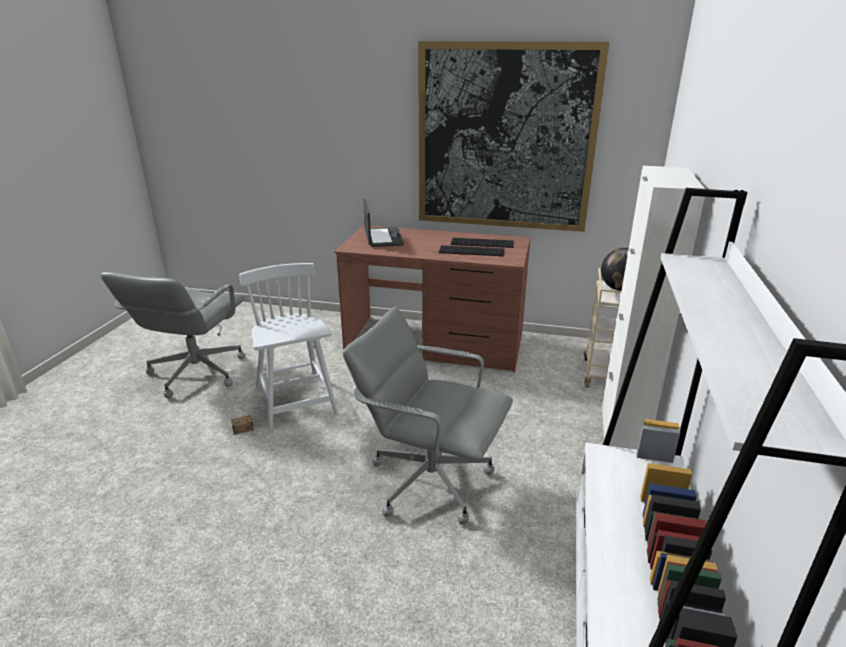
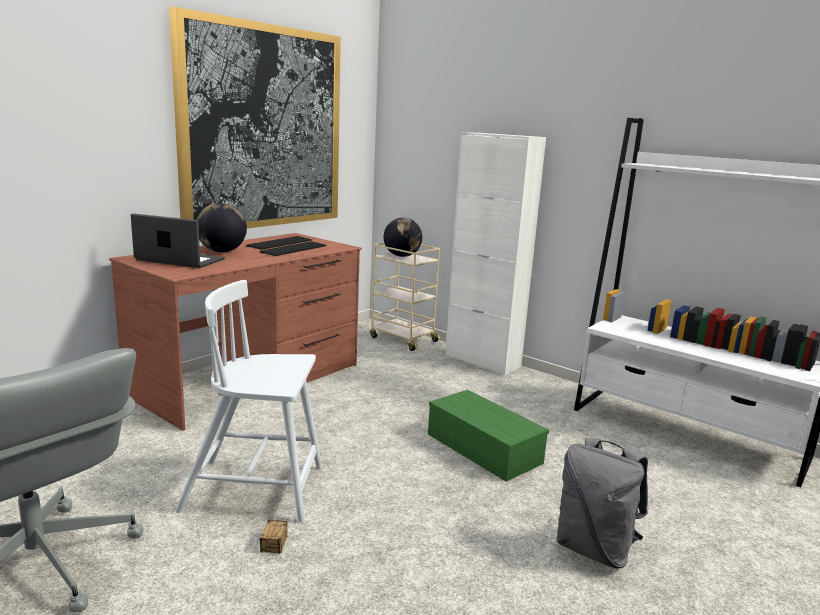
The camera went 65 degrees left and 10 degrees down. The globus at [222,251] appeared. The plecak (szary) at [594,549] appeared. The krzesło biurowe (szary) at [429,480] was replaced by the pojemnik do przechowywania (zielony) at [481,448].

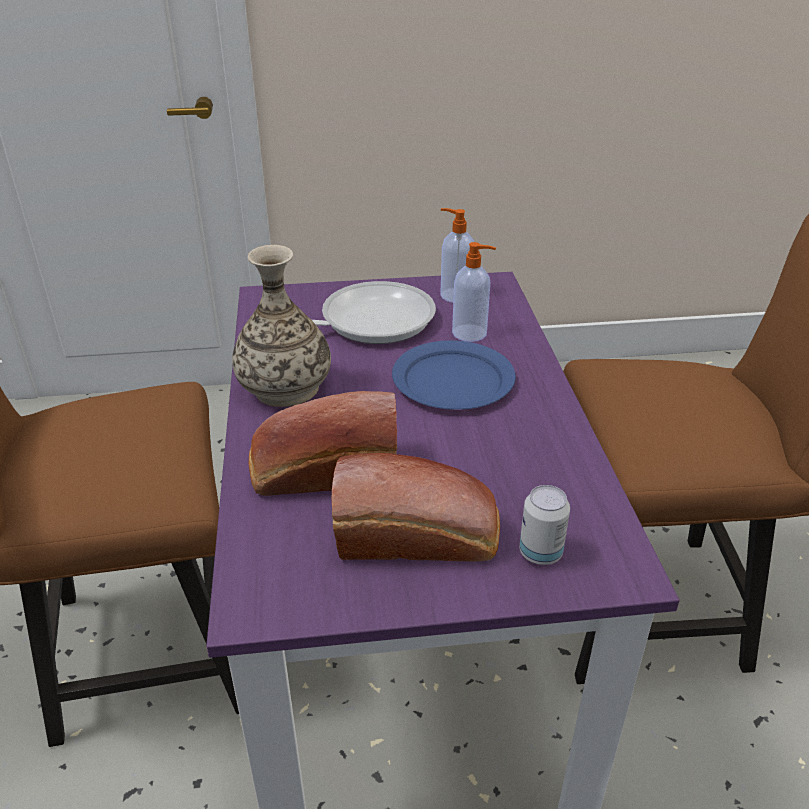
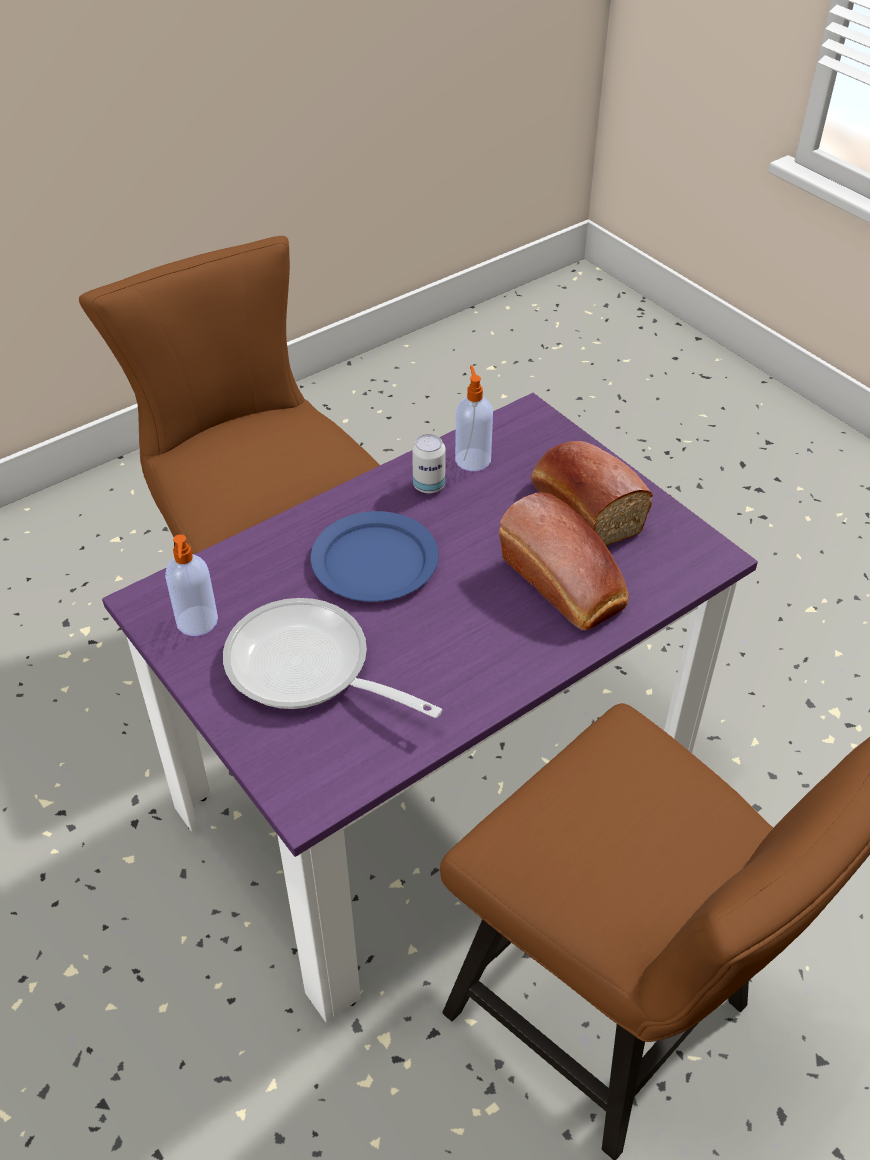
The camera went 120 degrees left and 10 degrees up. The wazon at [285,388] disappeared. The dozownik mydła moved from [471,333] to [472,459]. The puszka moved from [540,553] to [429,486].

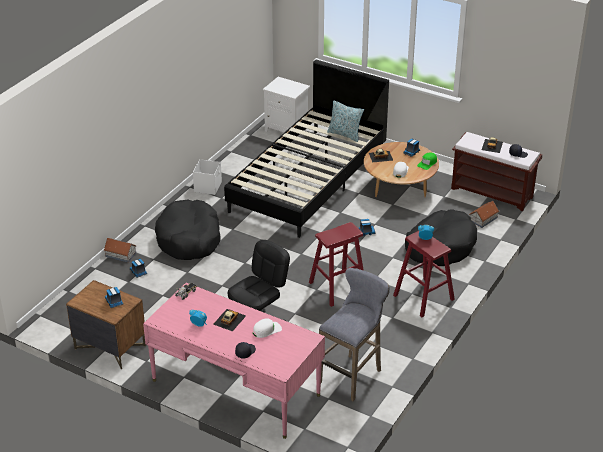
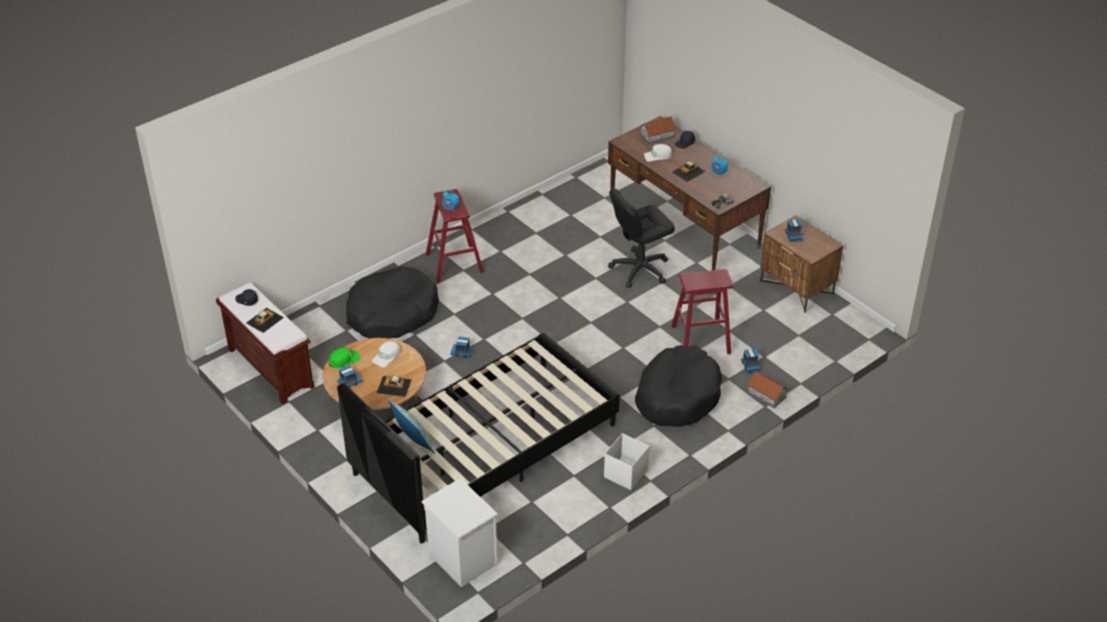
The camera went 160 degrees left and 5 degrees up. The stołek (szary) at [352,375] disappeared. The stołek (czerwony) moved from [337,287] to [701,339]. The domek moved from [483,219] to [657,136]. The biurko (różowy) at [235,388] became the biurko (brązowy) at [684,224].

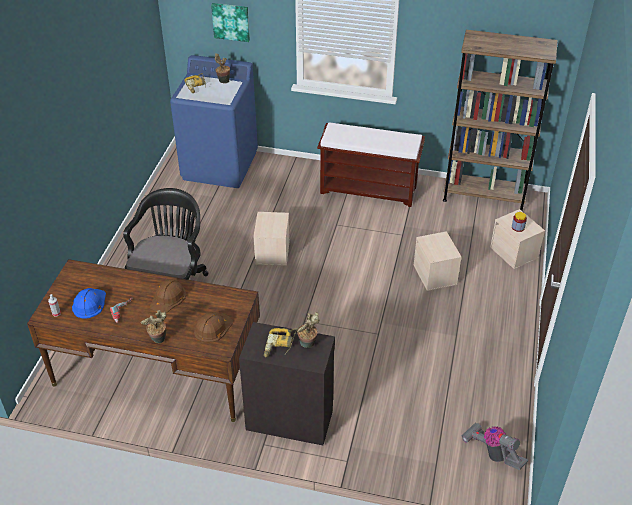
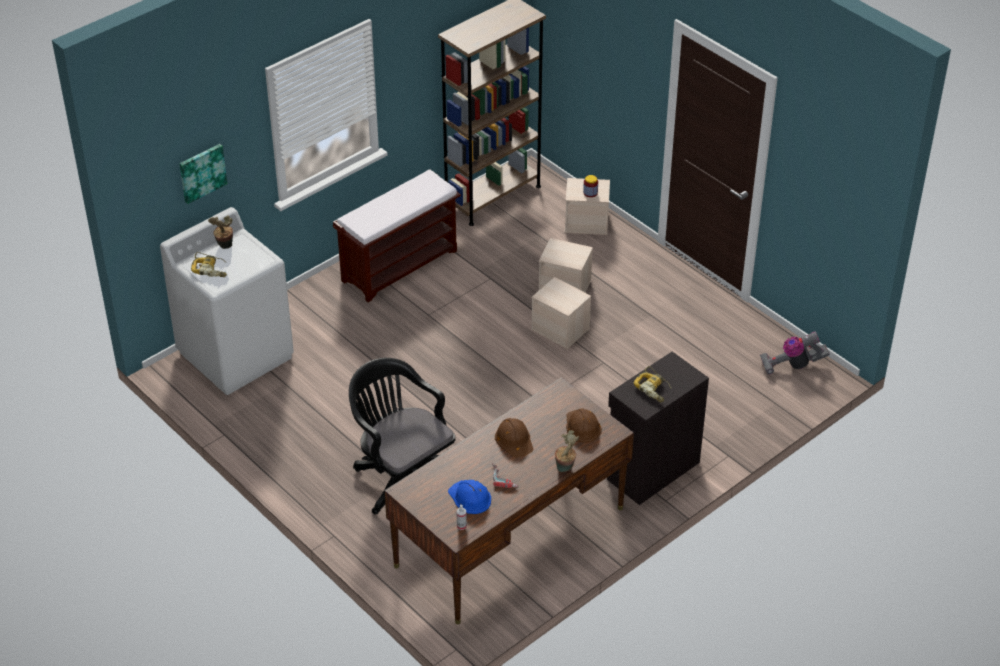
The camera went 55 degrees left and 0 degrees up. The roślina doniczkowa at [308,345] disappeared. The pojemnik do przechowywania (beżowy) moved from [273,252] to [561,329]. The pralka (niebieski) at [220,166] became the pralka (biały) at [236,354].

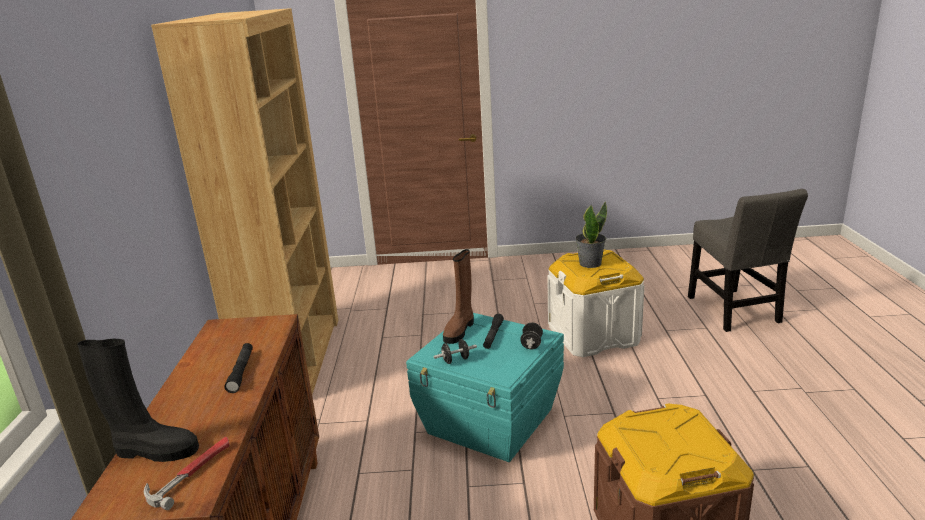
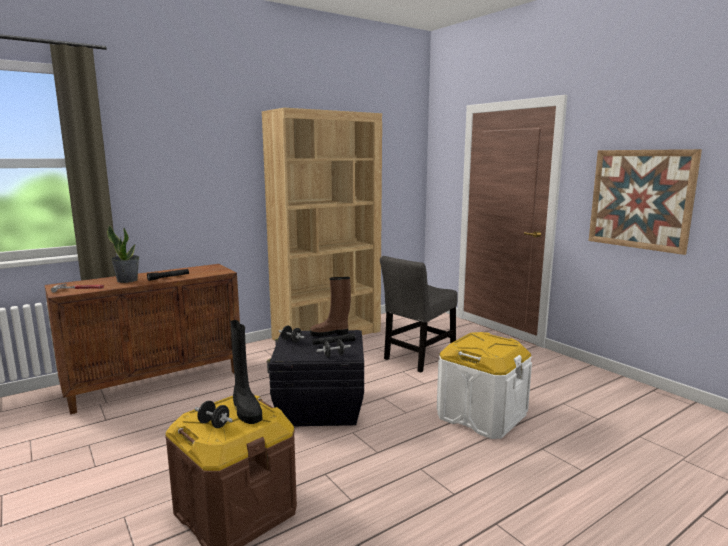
The camera went 55 degrees right and 10 degrees down. The hantel (czarny) at [214,424] appeared. The obraz at [640,199] appeared. The but z cholewką (czarny) moved from [154,451] to [245,409]. The roślina doniczkowa moved from [590,263] to [127,280]. The krzesło (szary) moved from [734,312] to [418,358]. The pojemnik do przechowywania (turkusowy) at [491,422] became the pojemnik do przechowywania (czarny) at [319,408].

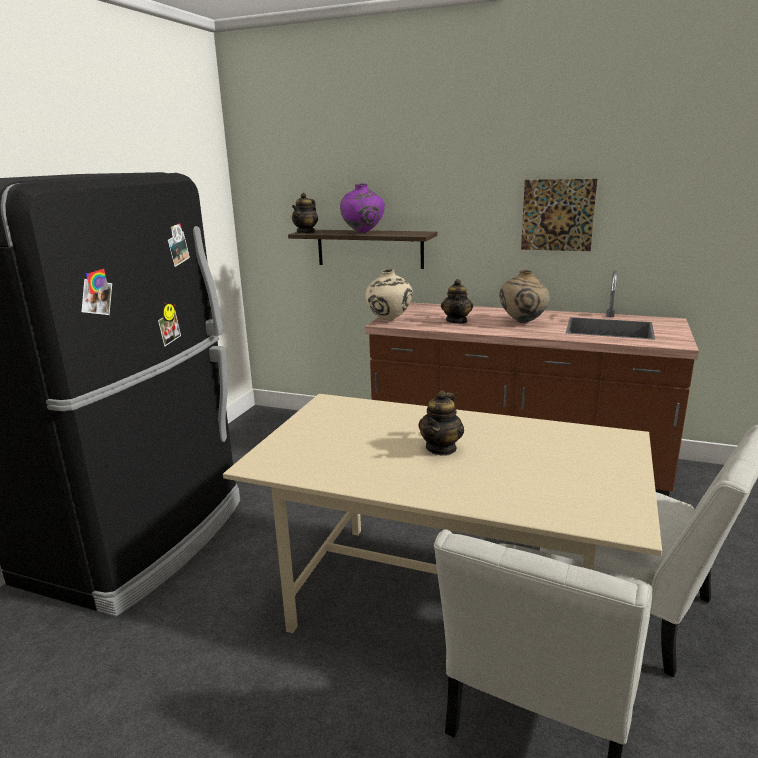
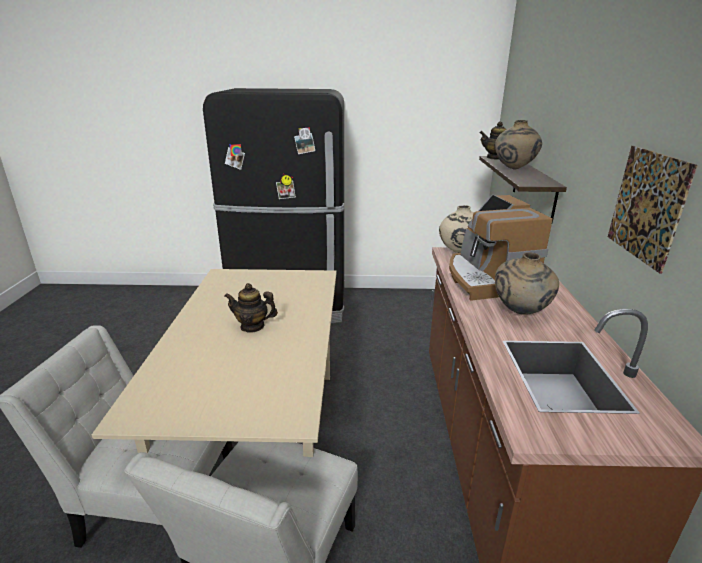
The camera went 70 degrees right and 5 degrees up. The imbryk at [457,321] was replaced by the ekspres do kawy at [487,279]. The wazon (fioletowy) at [363,233] became the wazon (beżowy) at [514,169].

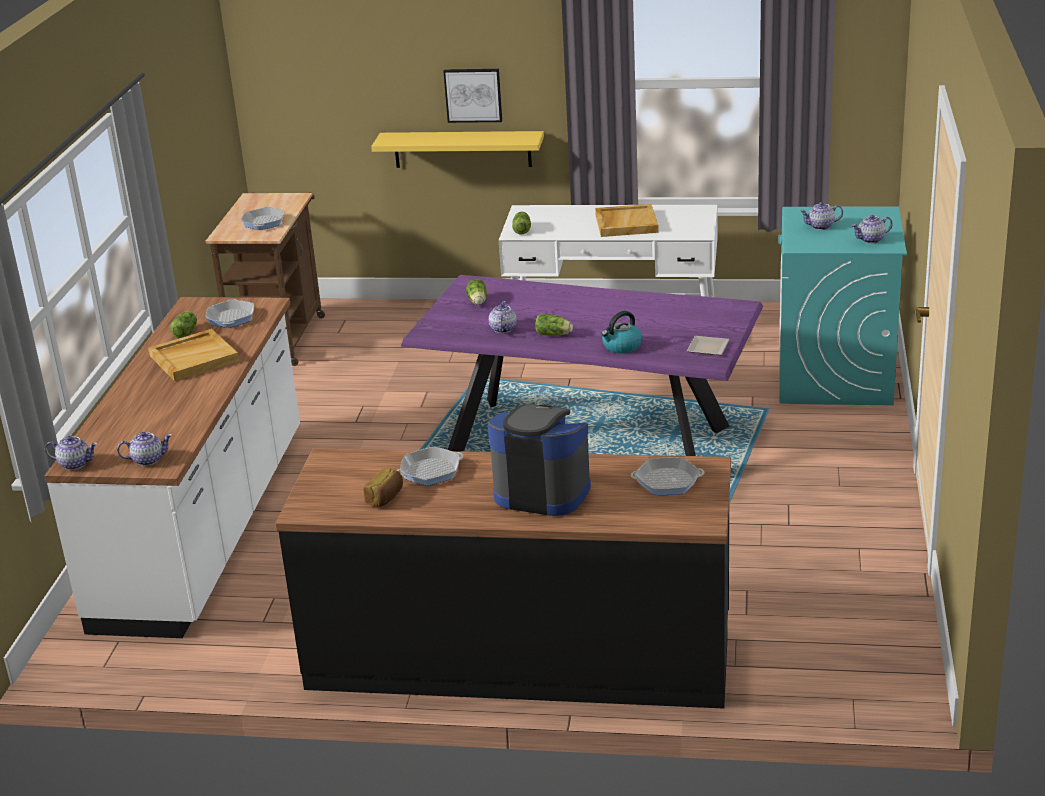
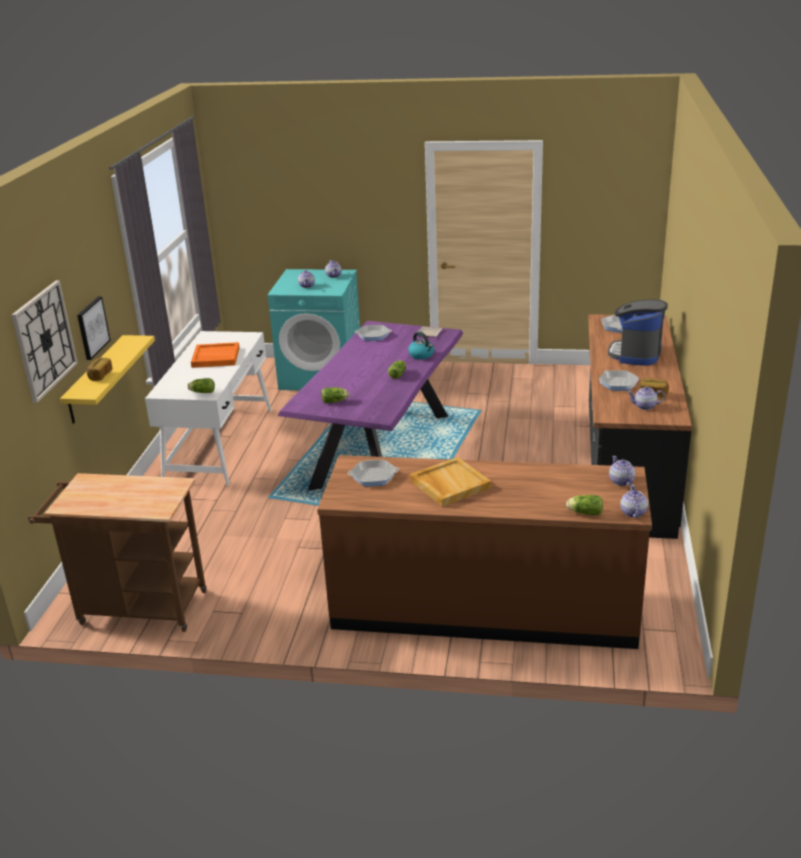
The camera went 90 degrees left and 0 degrees up. The zegar ścienny at [44,340] appeared. The chleb at [100,376] appeared. The sałata moved from [187,332] to [584,512]. The patelnia moved from [263,222] to [373,335]. The imbryk moved from [502,329] to [644,406]. The zabudowa kuchenna (biały) at [206,528] became the zabudowa kuchenna (brązowy) at [484,607]. The taca (beżowy) at [625,223] became the taca (pomarańczowy) at [215,357].

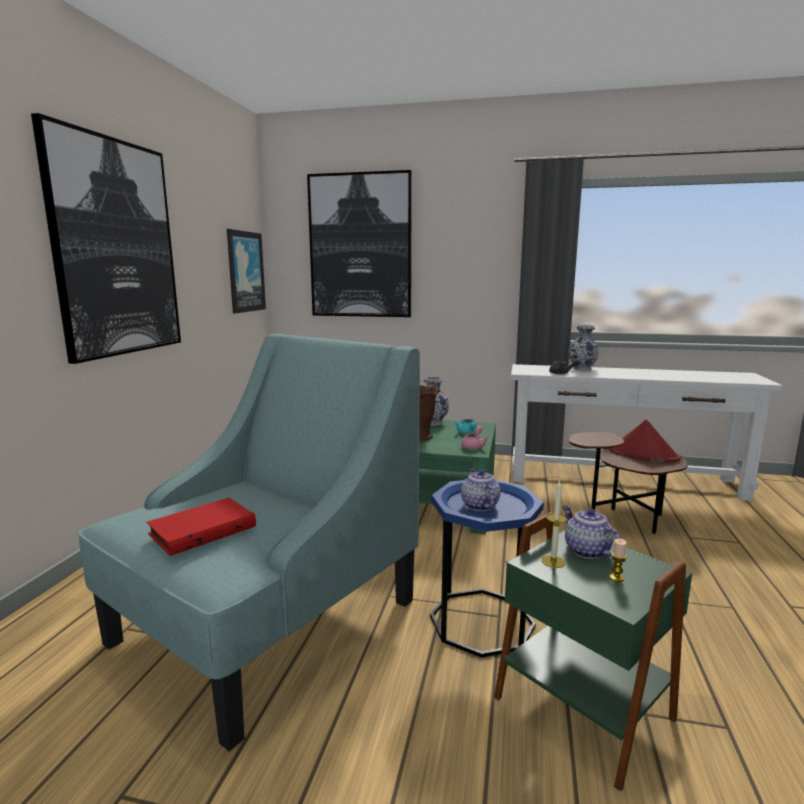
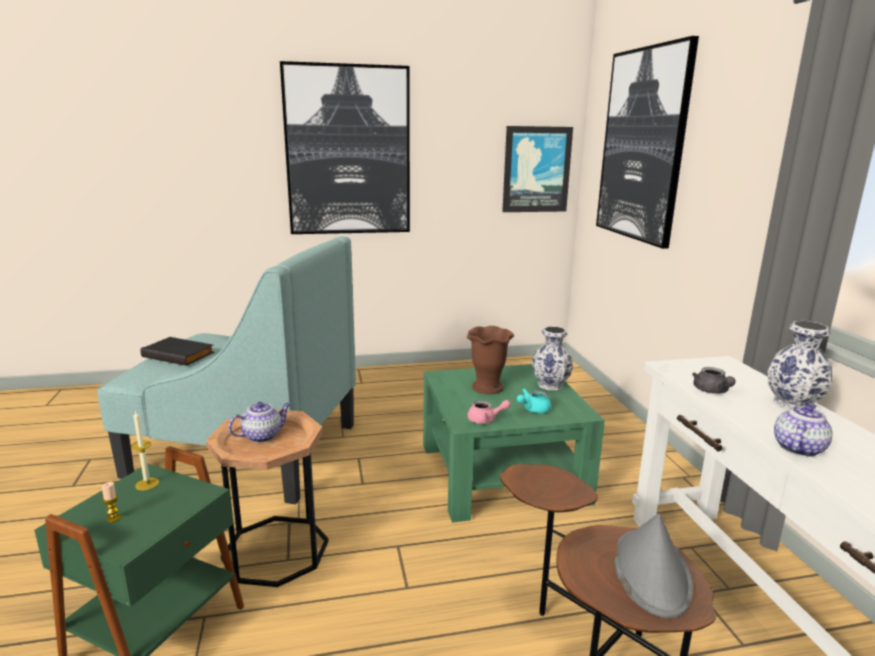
The camera went 65 degrees right and 5 degrees up. The imbryk moved from [586,550] to [798,448]. The książka (czerwony) at [202,529] became the książka (czarny) at [179,354]. The stolik (niebieski) at [481,621] became the stolik (brązowy) at [276,550]. The kapelusz (czerwony) at [643,454] became the kapelusz (szary) at [650,572].

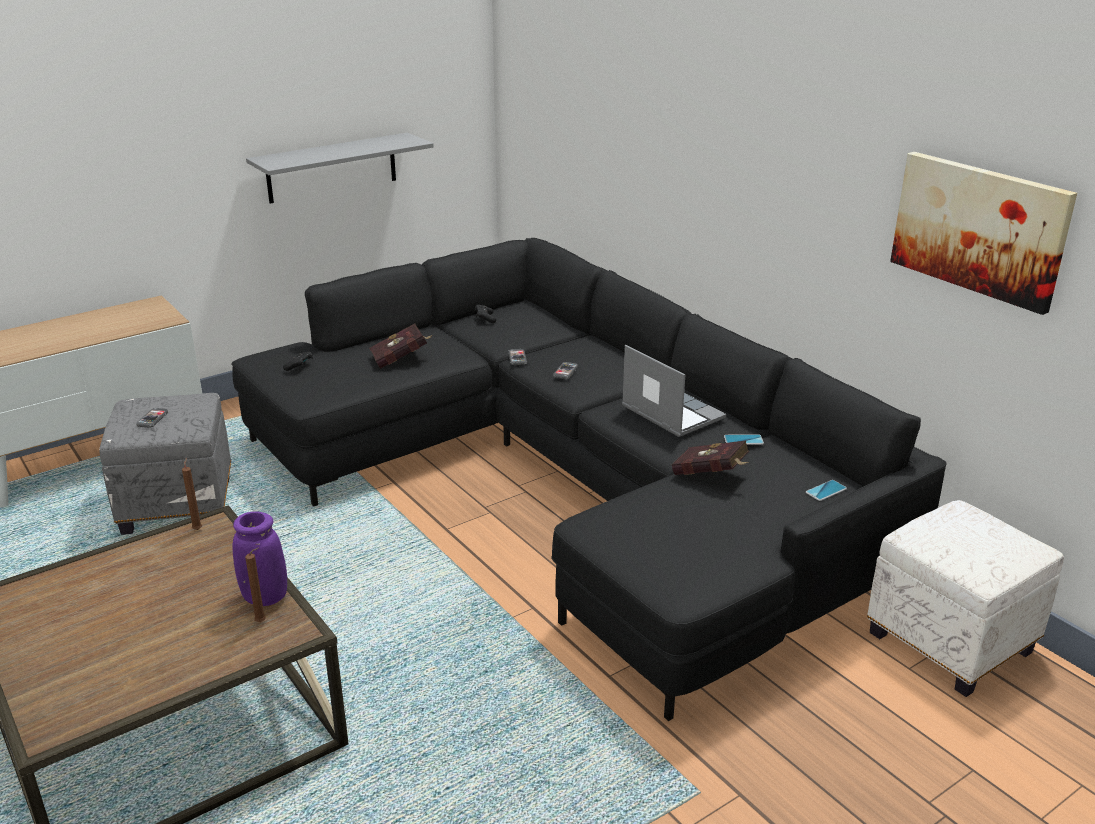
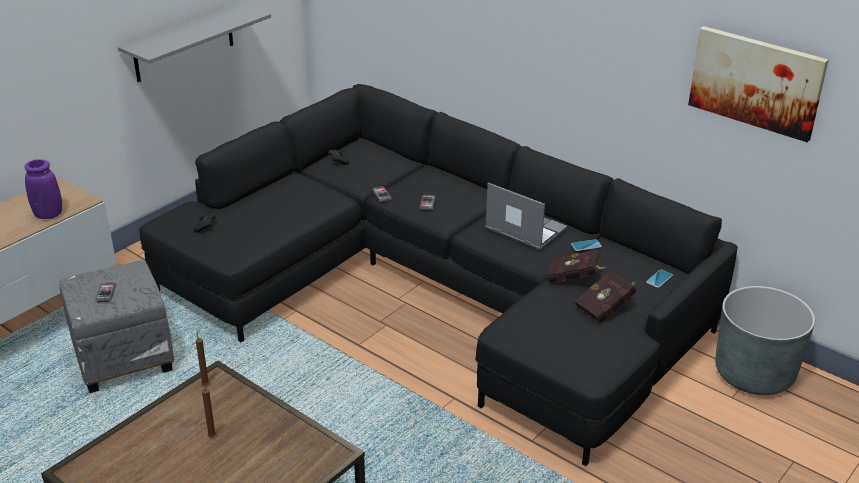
The camera went 15 degrees left and 5 degrees up. The wazon (fioletowy) moved from [265,597] to [48,215]. The świeca (brązowy) moved from [262,622] to [213,436]. The książka (czerwony) moved from [401,360] to [606,308]. The pufa (biały) at [952,643] was replaced by the donica (szary) at [754,374].

